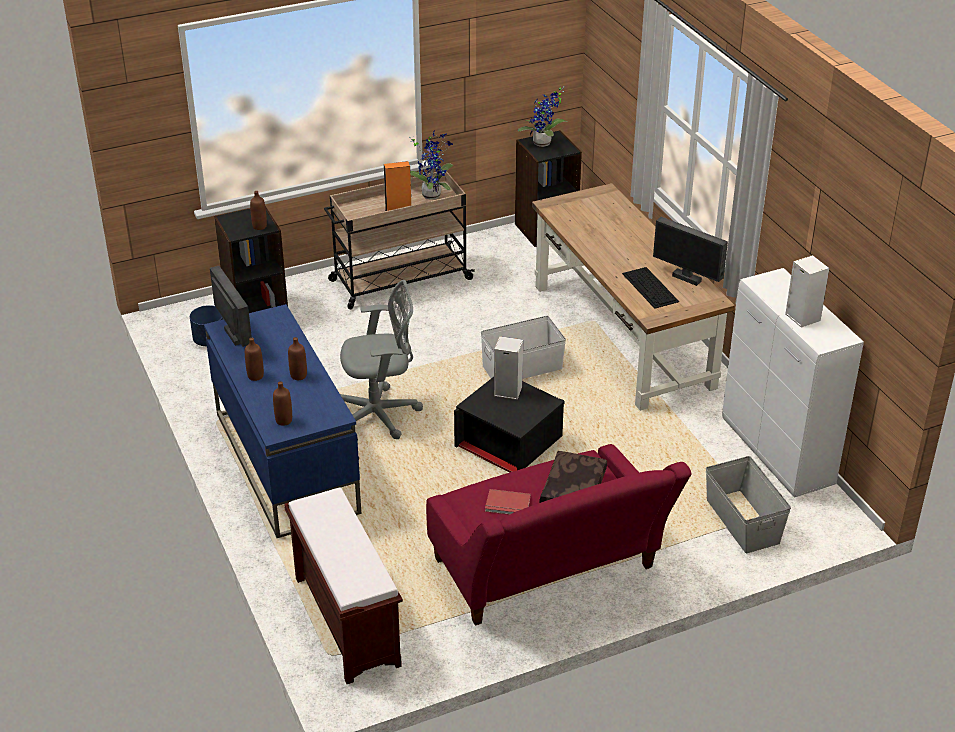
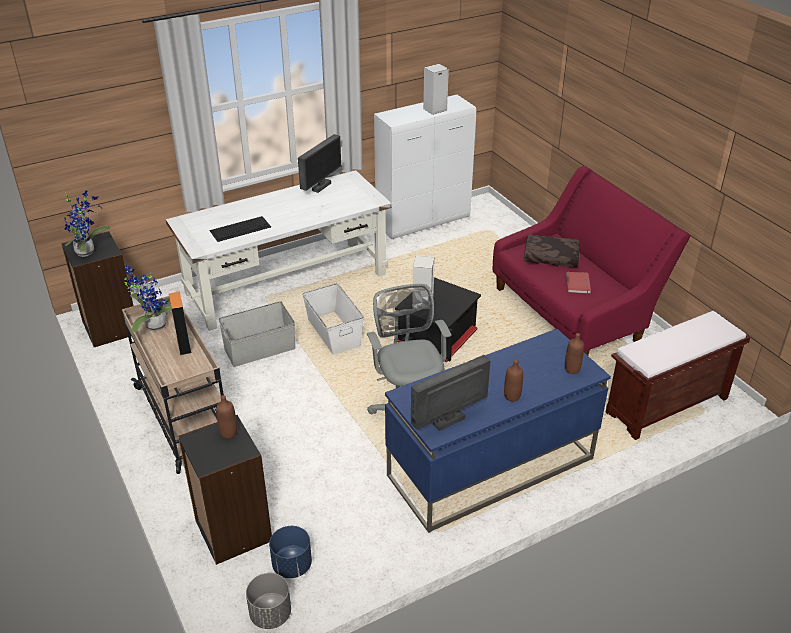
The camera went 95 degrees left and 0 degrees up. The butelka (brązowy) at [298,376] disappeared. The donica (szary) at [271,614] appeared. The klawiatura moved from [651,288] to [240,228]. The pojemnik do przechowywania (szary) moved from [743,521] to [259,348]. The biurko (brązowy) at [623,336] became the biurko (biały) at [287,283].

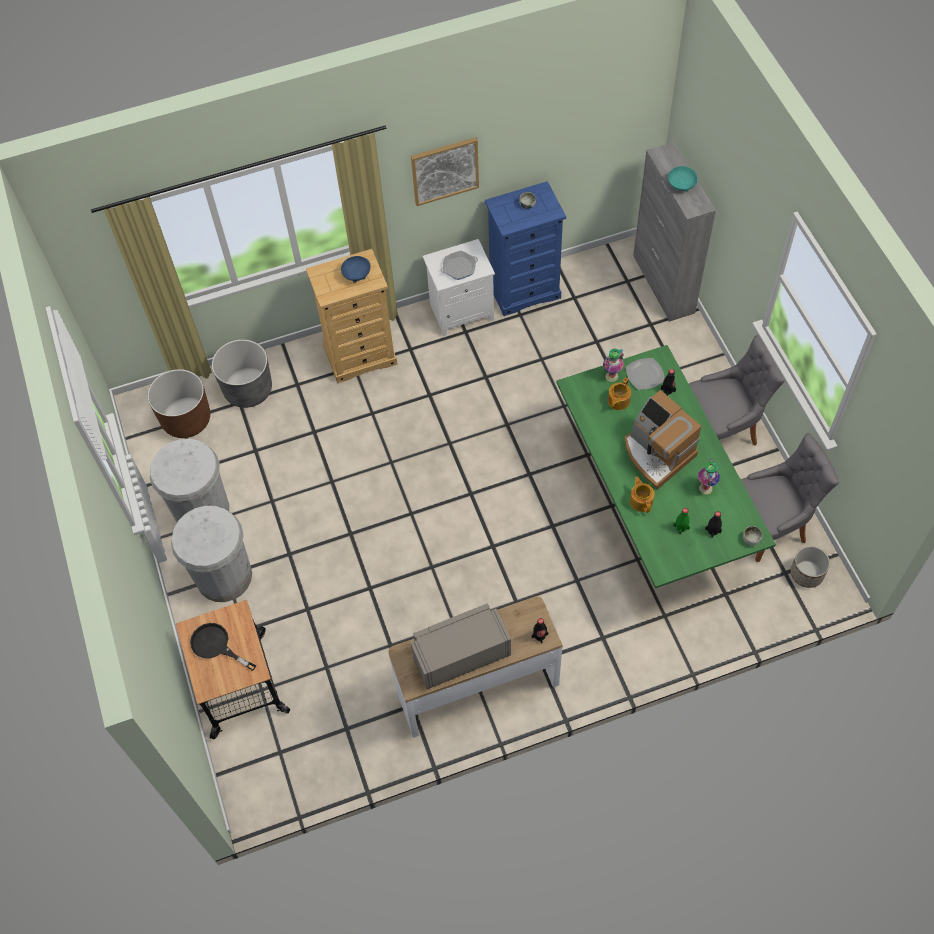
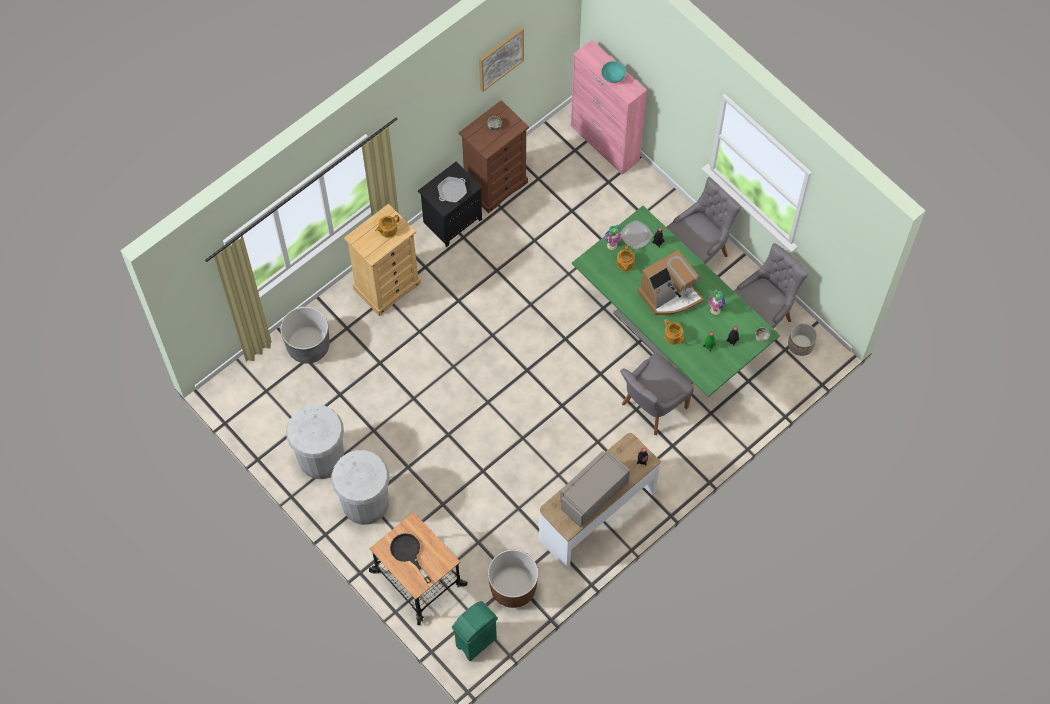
The camera went 25 degrees left and 5 degrees up. The kosz na śmieci (zielony) at [475,642] appeared. The krzesło (szary) at [652,407] appeared. The donica (brązowy) moved from [186,419] to [513,587]. The obraz moved from [445,170] to [500,58]. The miska (niebieski) at [357,275] was replaced by the imbryk at [387,230]. The szafka nocna (biały) at [461,311] became the szafka nocna (czarny) at [452,220]. The komoda (niebieski) at [524,290] became the komoda (brązowy) at [495,185]. The szafka (szary) at [663,284] became the szafka (różowy) at [605,143]. The patelnia (czarny) at [216,646] turned 45 degrees clockwise. The ekspres do kawy at [657,453] turned 60 degrees counterclockwise.

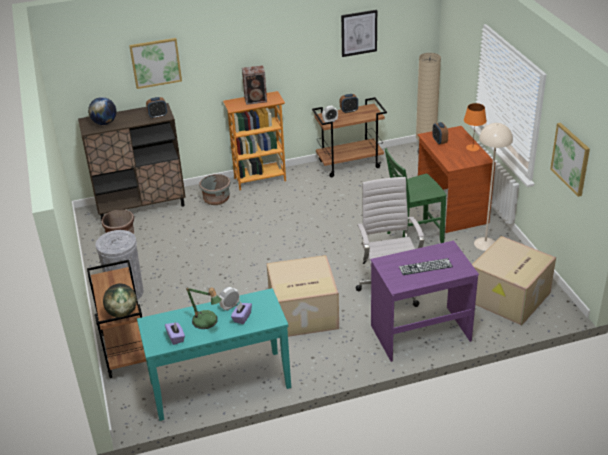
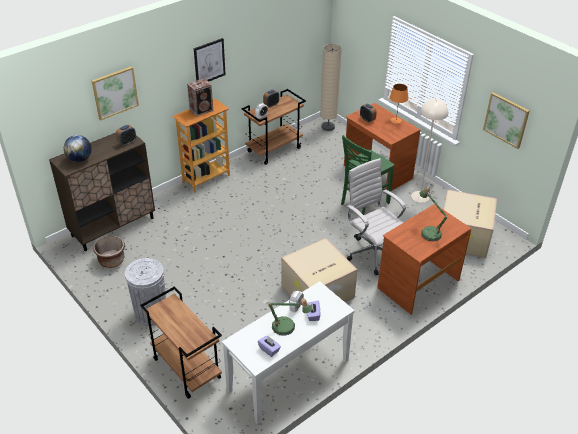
The camera went 25 degrees left and 5 degrees up. The globus at [122,313] disappeared. The donica (szary) at [216,199] disappeared. The obraz moved from [359,33] to [209,61]. The klawiatura at [425,267] was replaced by the lampa stołowa at [429,231]. The stolik konsolowy (turkusowy) at [220,385] became the stolik konsolowy (biały) at [289,375]. The biurko (fioletowy) at [420,332] became the biurko (brązowy) at [417,283].

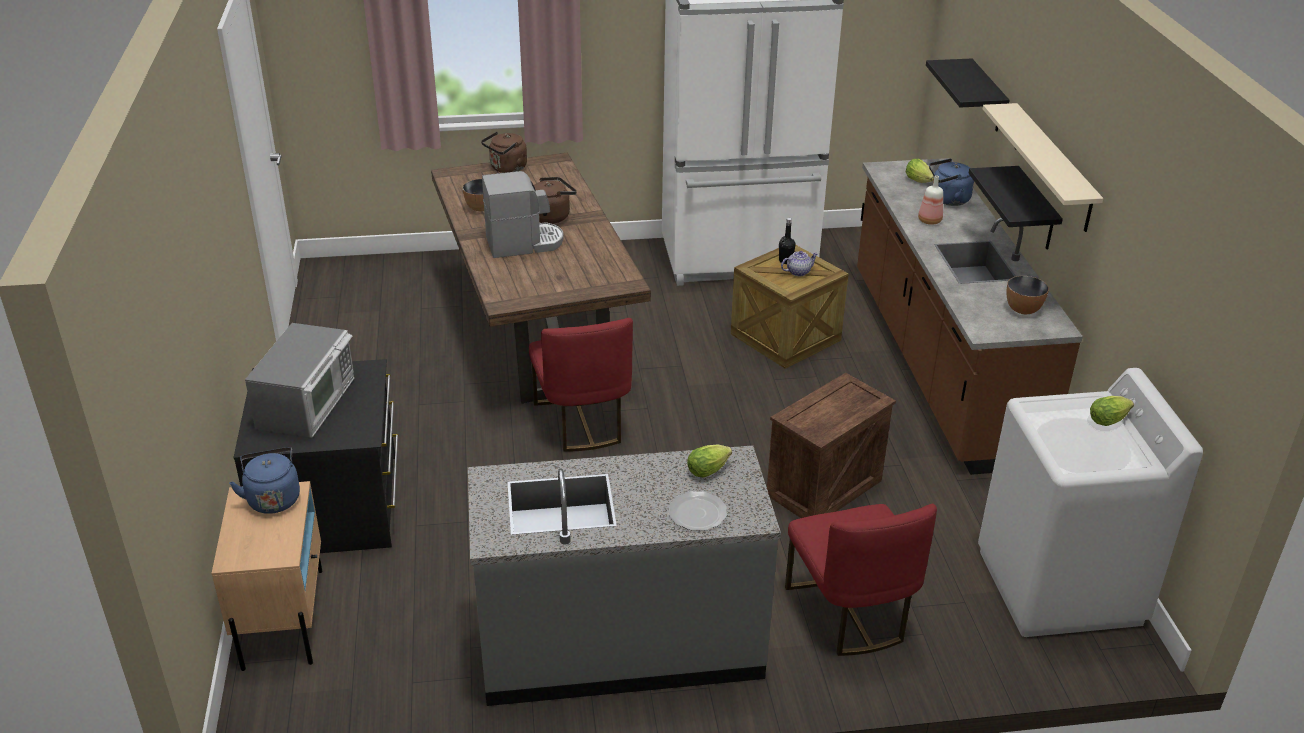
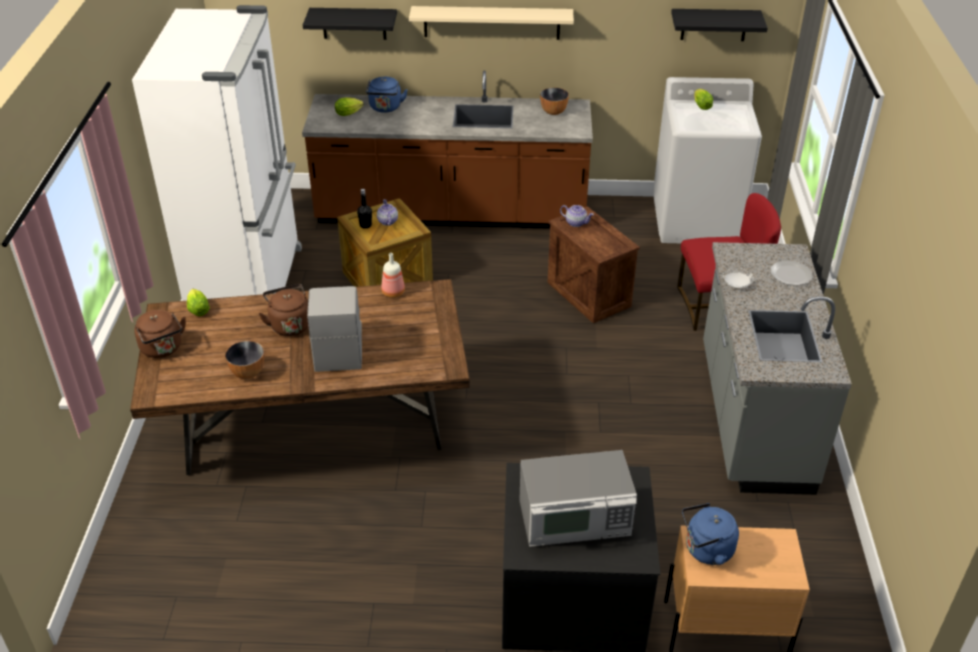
The camera went 80 degrees left and 5 degrees up. The krzesło (czerwony) at [582,422] disappeared. The imbryk at [576,223] appeared. The talerz (biały) at [737,284] appeared. The sałata moved from [710,470] to [198,309]. The butelka moved from [929,221] to [393,293]. The półka (czarny) moved from [1036,210] to [714,24]. The mikrofalówka at [308,403] turned 150 degrees clockwise.

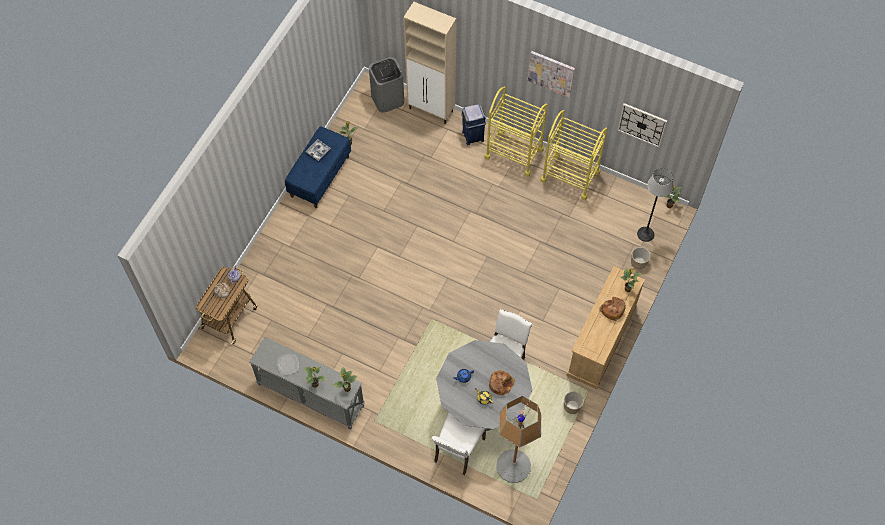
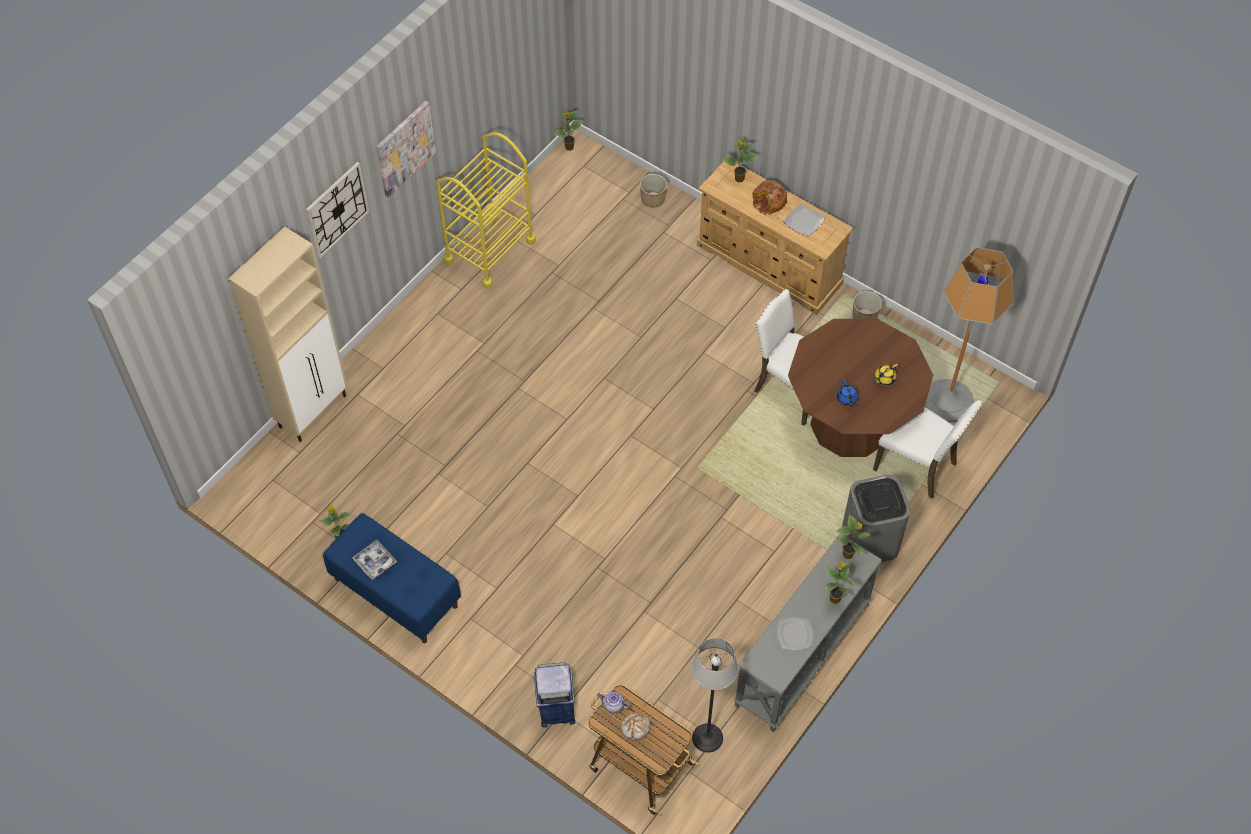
The camera went 80 degrees left and 5 degrees down. The wózek (żółty) at [514,153] disappeared. The chleb at [501,384] disappeared. The talerz at [803,221] appeared. The kosz na śmieci (szary) moved from [387,98] to [869,541]. The kosz na śmieci (niebieski) moved from [473,135] to [556,710]. The zegar ścienny moved from [642,124] to [337,209]. The lampa stojąca moved from [645,234] to [707,738]. The stół jadalny (szary) at [482,405] became the stół jadalny (brązowy) at [850,424].

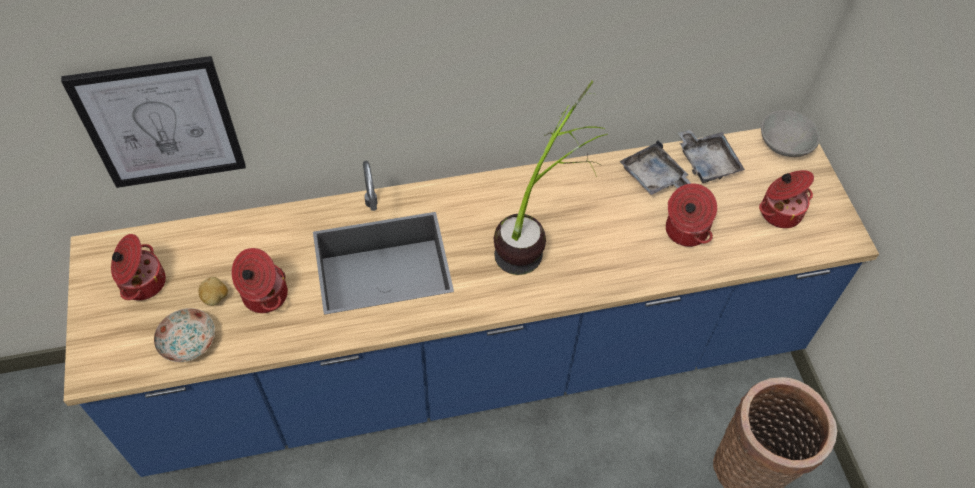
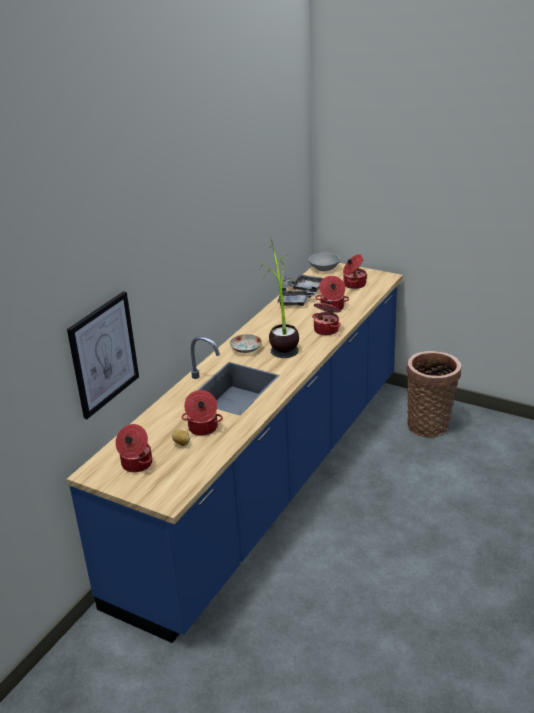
The camera went 45 degrees left and 25 degrees down. The garnek at [326,329] appeared. The talerz moved from [187,341] to [245,349].

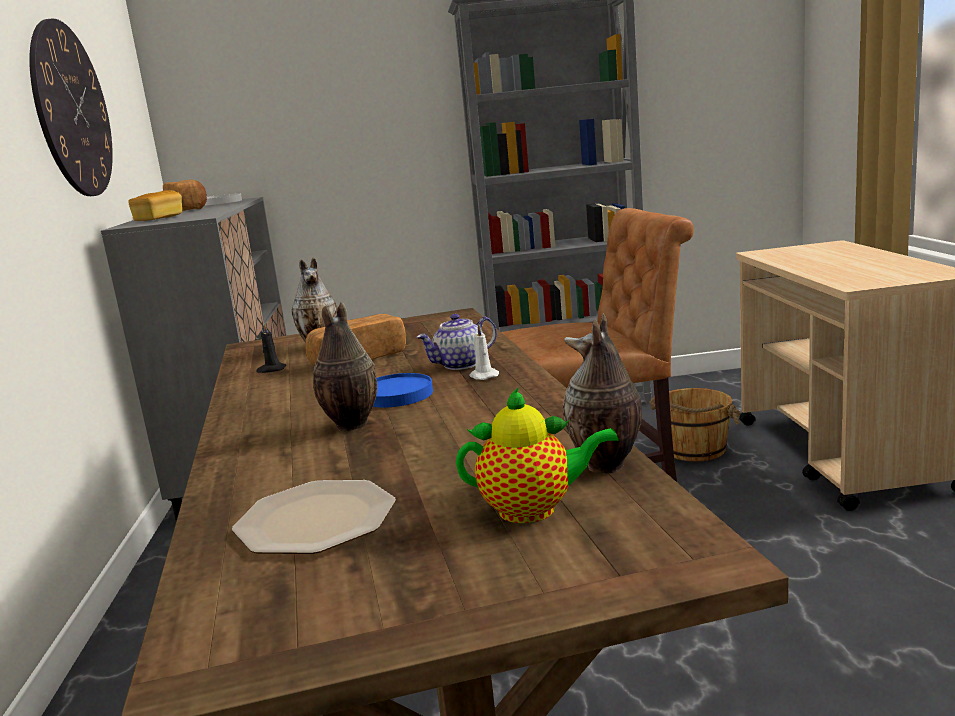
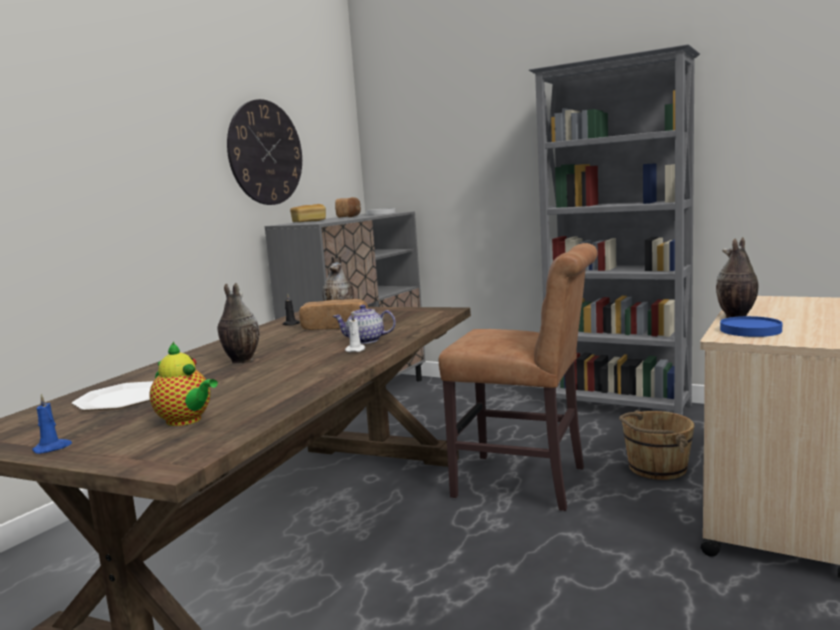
The camera went 35 degrees right and 5 degrees down. The świeca (niebieski) at [53,448] appeared. The talerz (niebieski) moved from [396,395] to [750,330]. The wazon moved from [605,466] to [735,317].

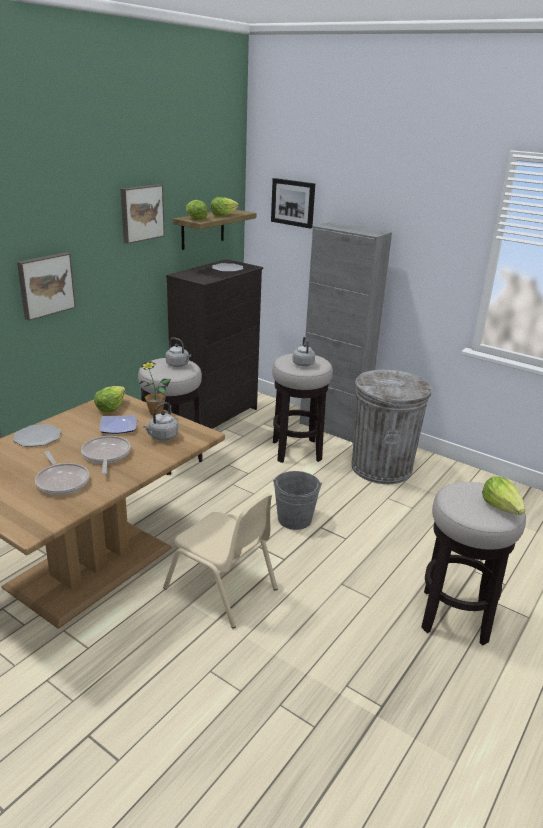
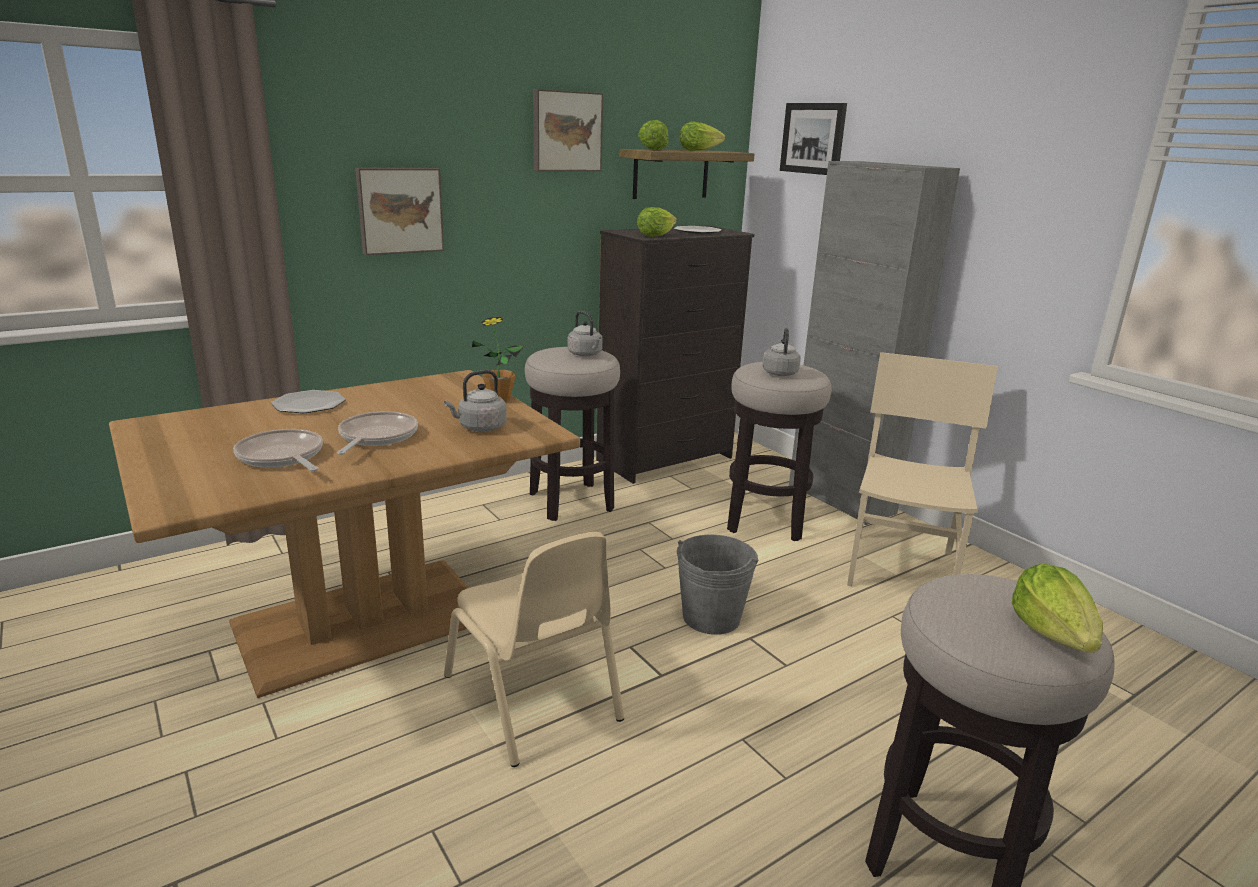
The camera went 20 degrees right and 5 degrees down. The talerz at [119,427] disappeared. The sałata moved from [110,407] to [655,235]. The kosz na śmieci (szary) at [381,467] was replaced by the krzesło (beżowy) at [901,568]. The patelnia at [62,481] turned 150 degrees clockwise.

